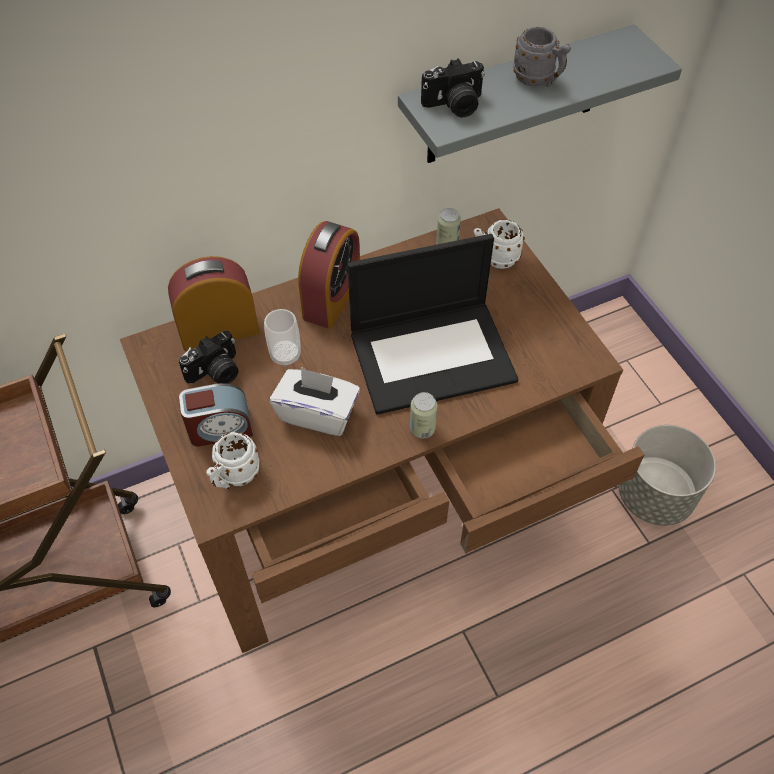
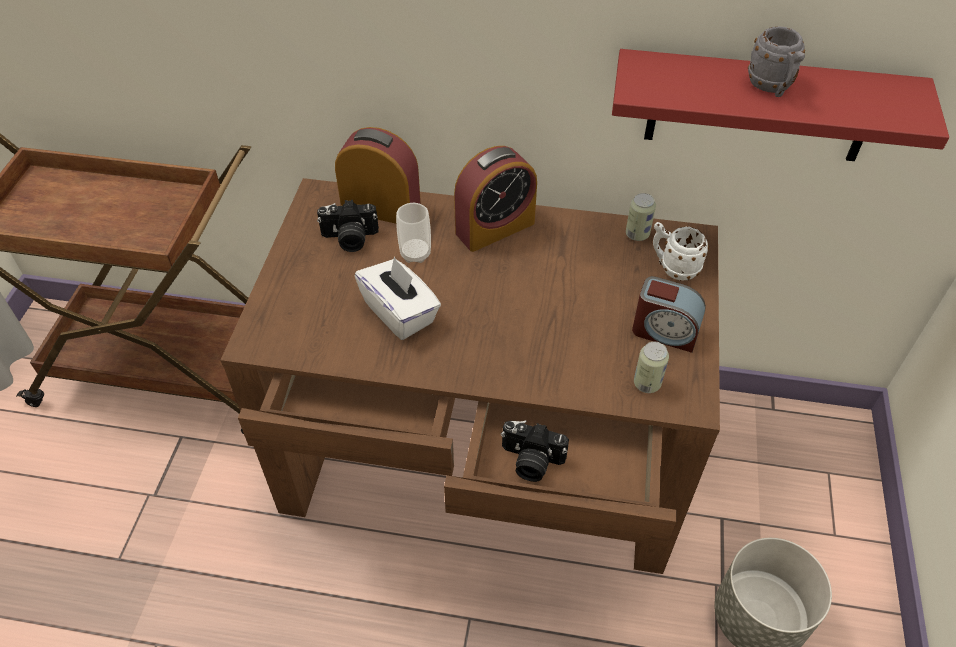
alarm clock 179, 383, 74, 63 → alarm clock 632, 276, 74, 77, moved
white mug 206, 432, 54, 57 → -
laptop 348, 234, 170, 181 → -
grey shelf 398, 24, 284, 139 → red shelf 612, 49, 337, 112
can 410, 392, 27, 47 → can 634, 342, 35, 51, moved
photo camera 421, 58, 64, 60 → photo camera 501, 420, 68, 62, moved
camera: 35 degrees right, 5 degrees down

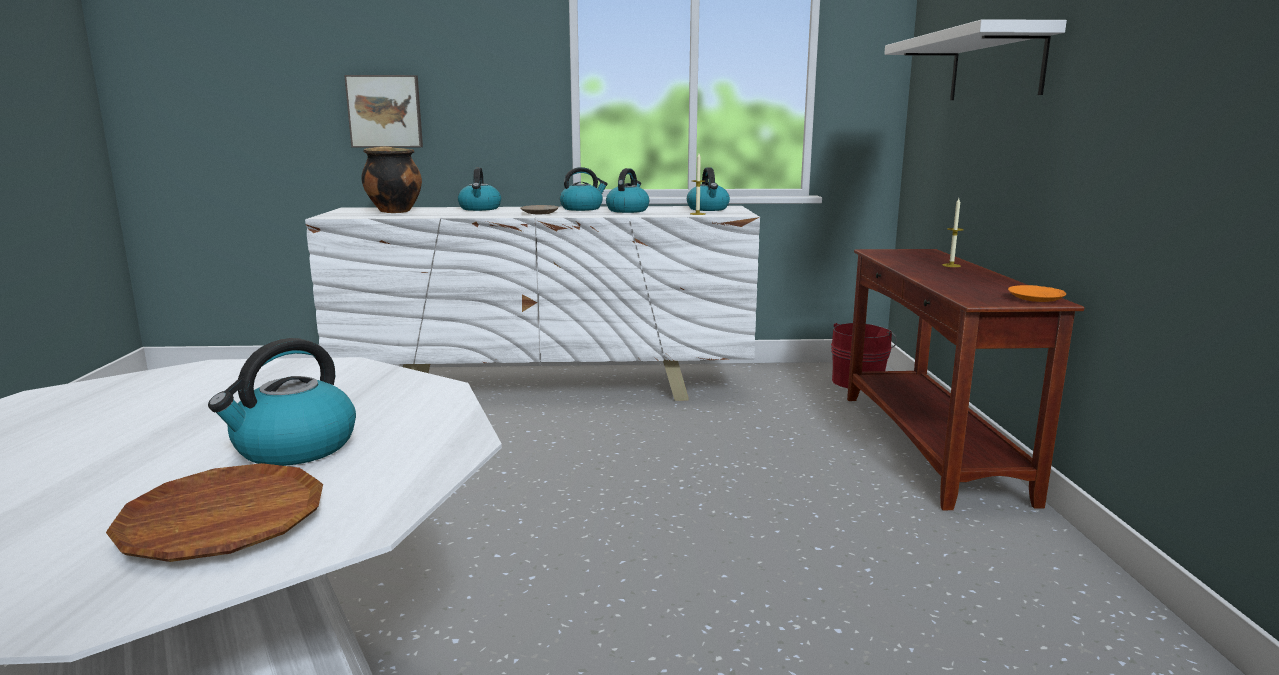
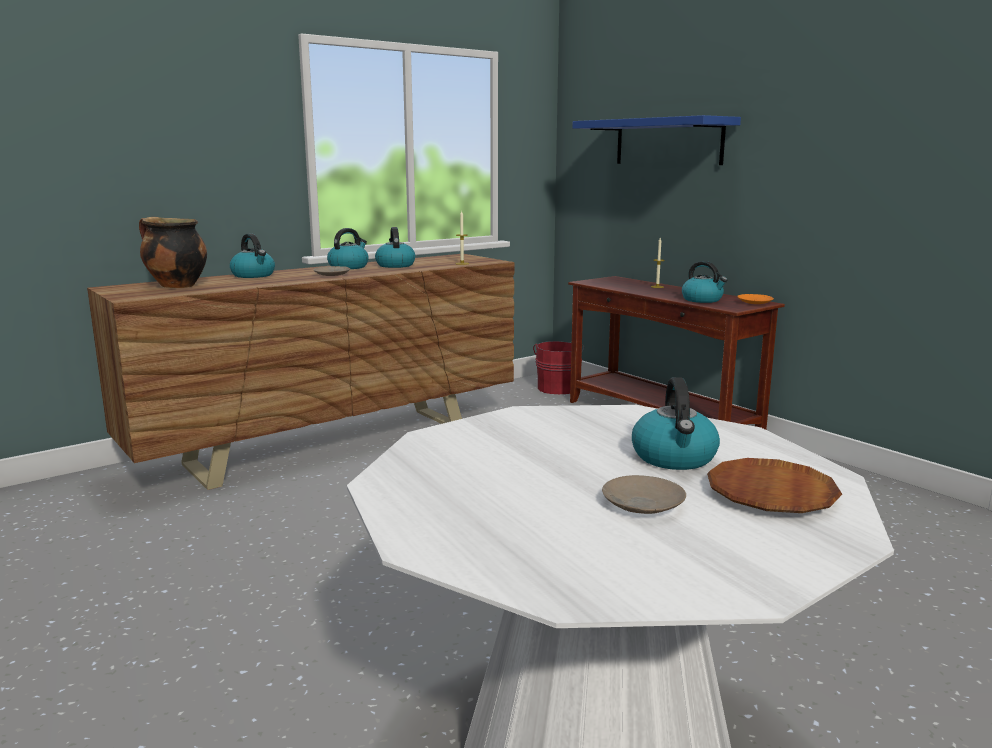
white cabinet 305, 206, 455, 195 → brown cabinet 87, 254, 428, 236
picture 344, 75, 79, 72 → -
kettle 687, 167, 43, 44 → kettle 682, 261, 46, 42, moved
white shelf 884, 19, 183, 81 → blue shelf 573, 115, 168, 50
- → beige plate 602, 475, 84, 39
camera: 35 degrees left, 0 degrees up

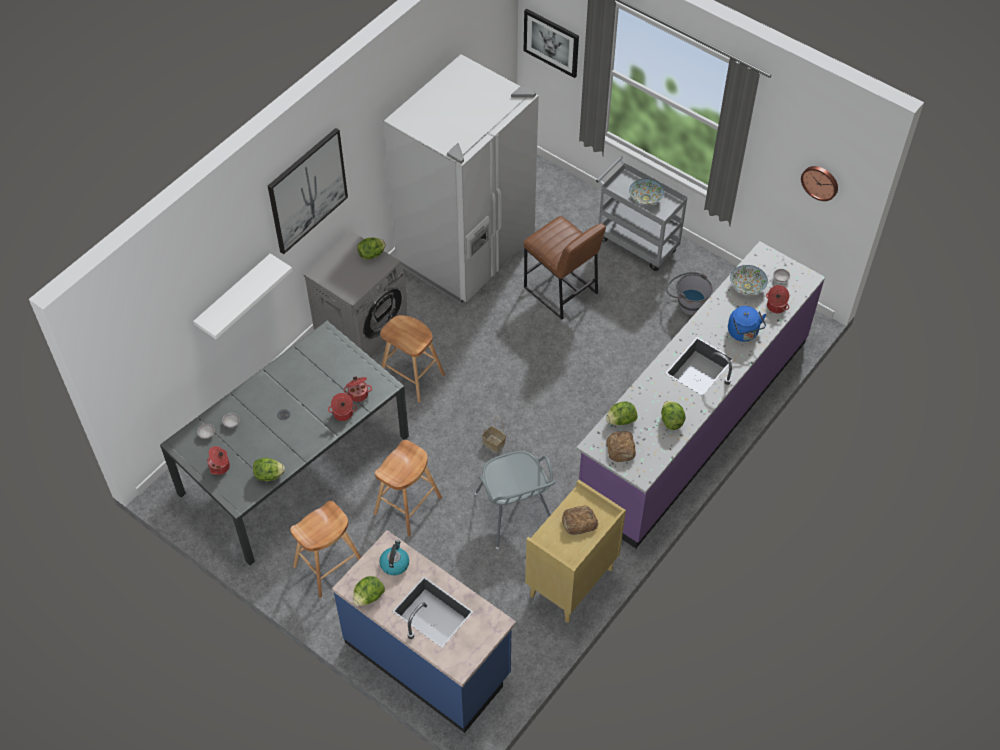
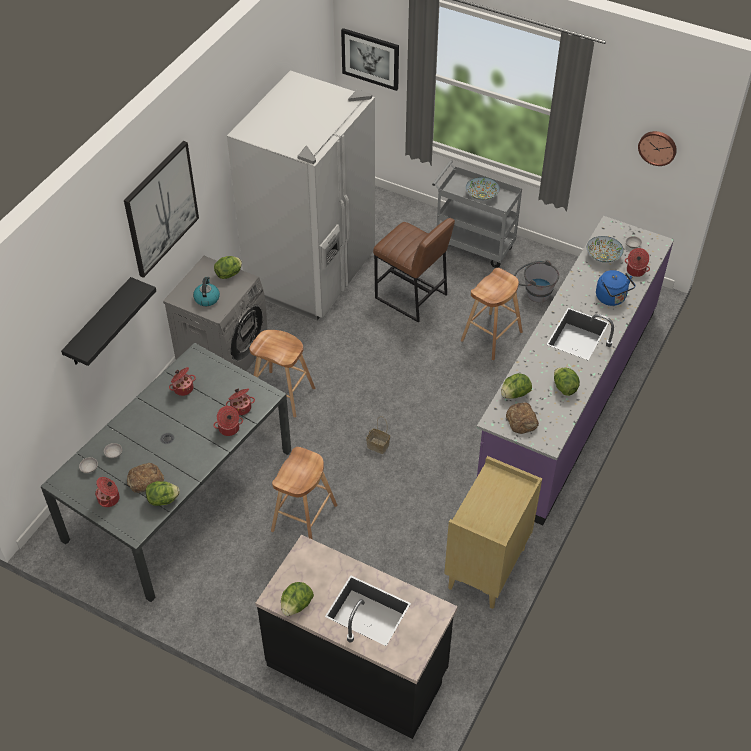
white shelf 193, 253, 100, 86 → black shelf 61, 277, 95, 89
brown stool 290, 501, 71, 97 → brown stool 461, 268, 62, 92, moved
blue counter 332, 530, 184, 203 → black counter 255, 535, 203, 204
kettle 379, 540, 30, 35 → kettle 193, 276, 27, 30, moved
grey chair 475, 451, 81, 99 → -
bread 562, 505, 36, 30 → bread 127, 463, 37, 30, moved
- → cooking pot 169, 367, 27, 29
camera: 10 degrees left, 5 degrees down

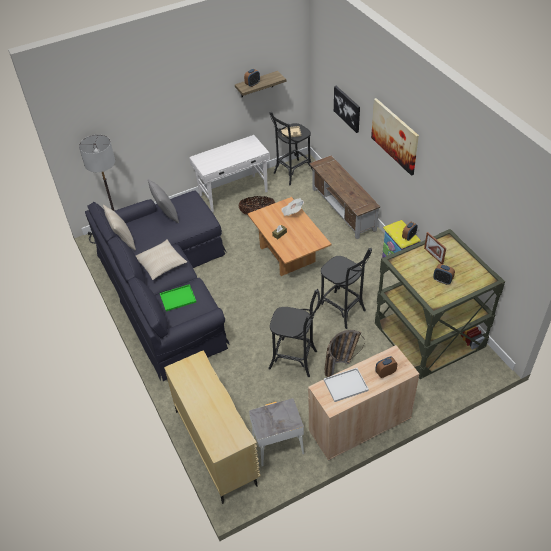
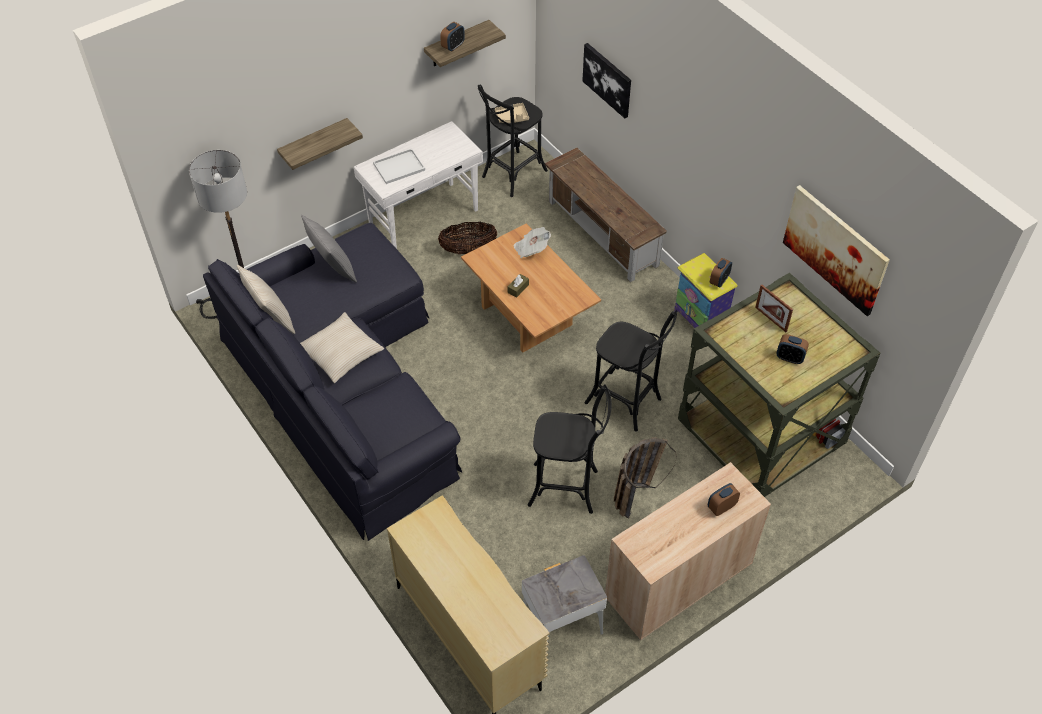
green tray 160, 284, 36, 28 → -
white tray 324, 368, 45, 34 → white tray 373, 148, 52, 36, moved
picture 371, 98, 48, 78 → picture 783, 185, 107, 131, moved
- → shelf 277, 118, 86, 52
camera: 10 degrees left, 5 degrees up

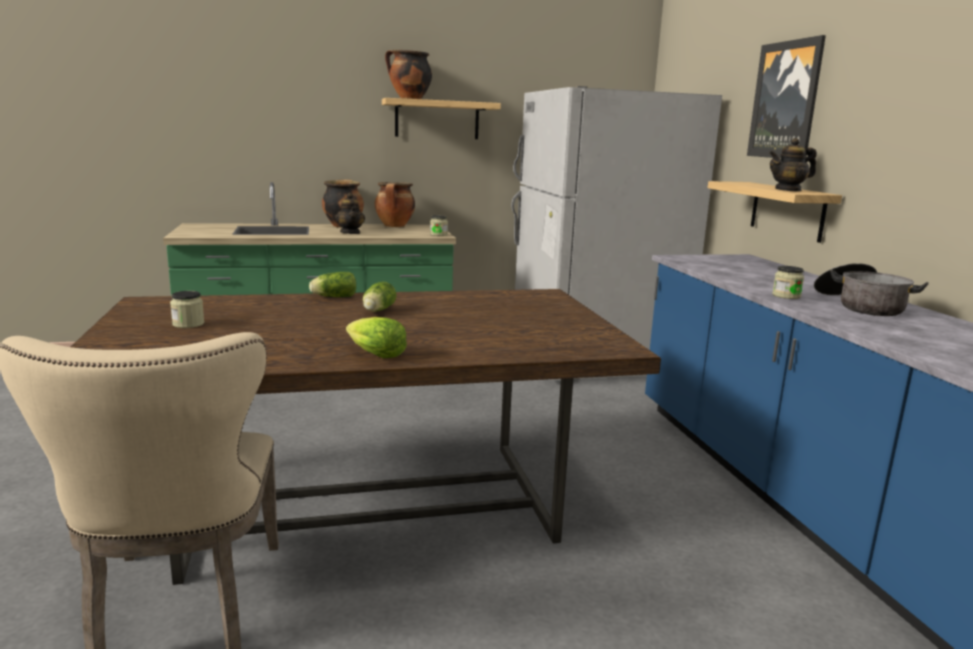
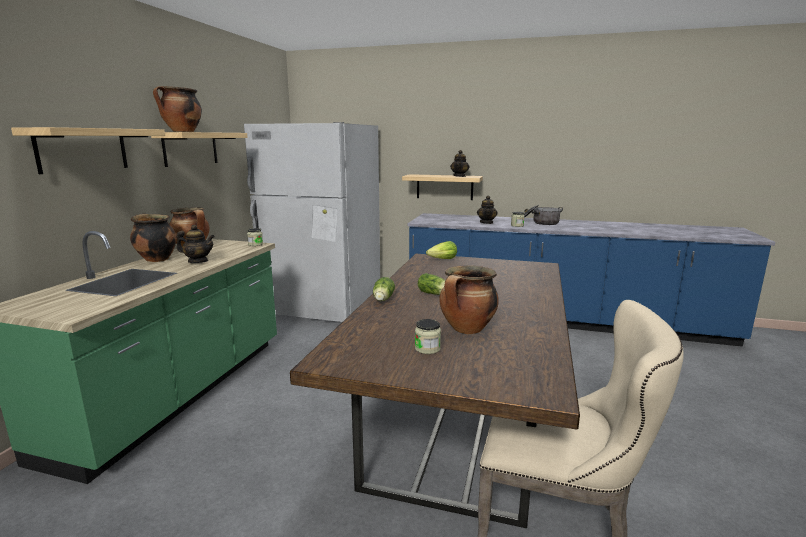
lettuce 346, 317, 61, 41 → lettuce 426, 241, 31, 18, moved
picture 747, 35, 79, 124 → -
- → shelf 11, 127, 154, 47
- → cooking pot 439, 265, 60, 69
- → teapot 477, 196, 21, 28
camera: 60 degrees left, 0 degrees up

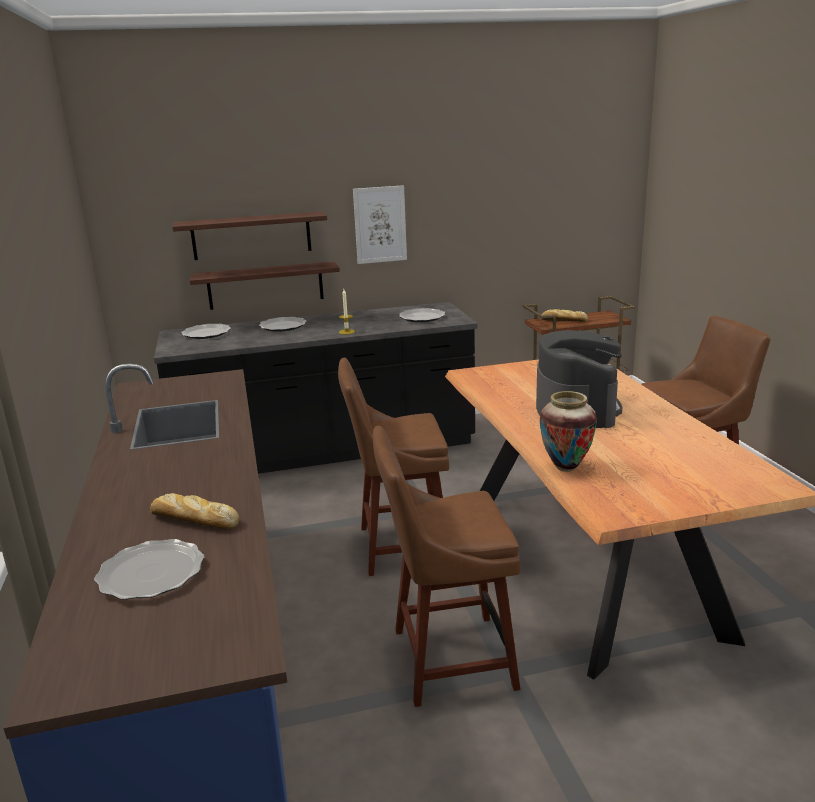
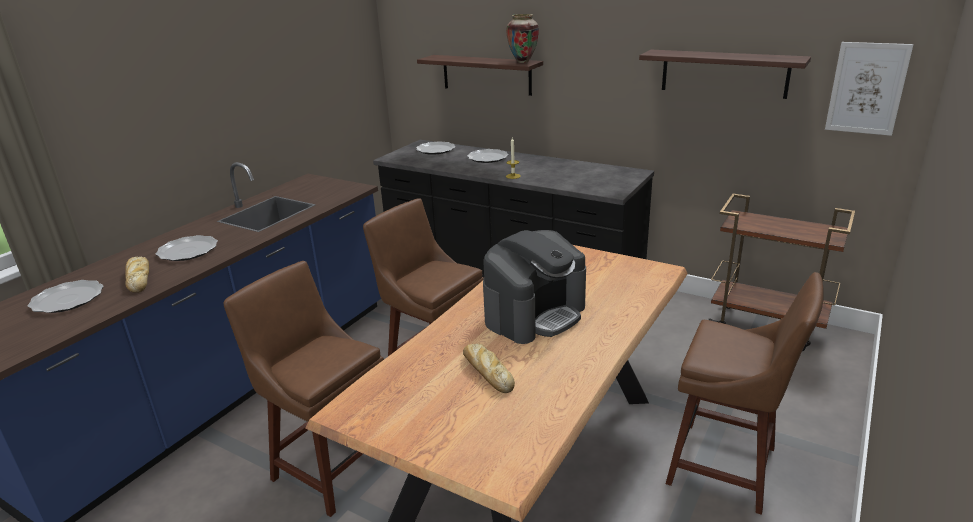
shelf 190, 261, 150, 49 → shelf 639, 50, 172, 49, moved
picture 353, 185, 54, 79 → picture 825, 42, 88, 94, moved
plate 399, 308, 46, 14 → plate 156, 235, 62, 26, moved
vase 540, 391, 57, 81 → vase 506, 14, 33, 49, moved
bread 542, 309, 46, 13 → bread 463, 343, 52, 50, moved
camera: 45 degrees right, 5 degrees up

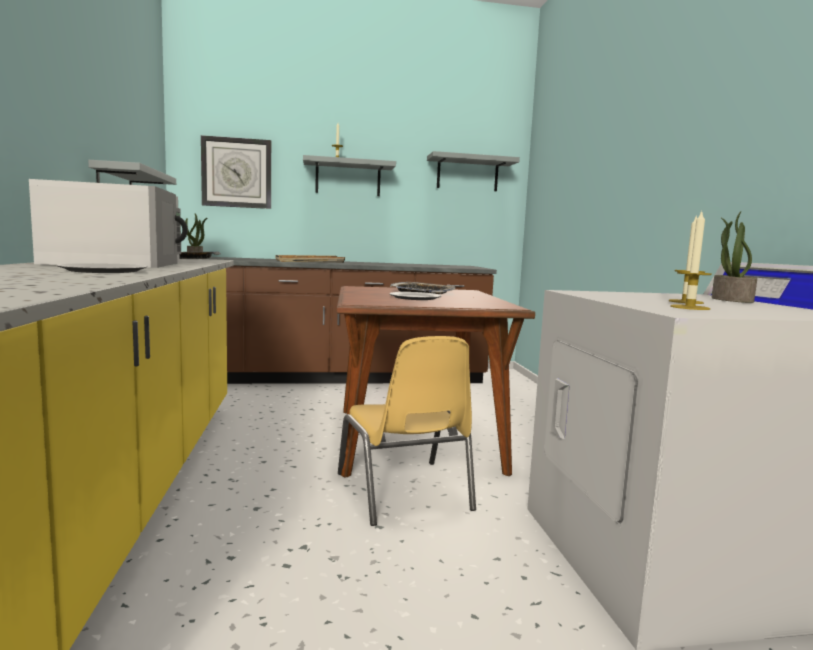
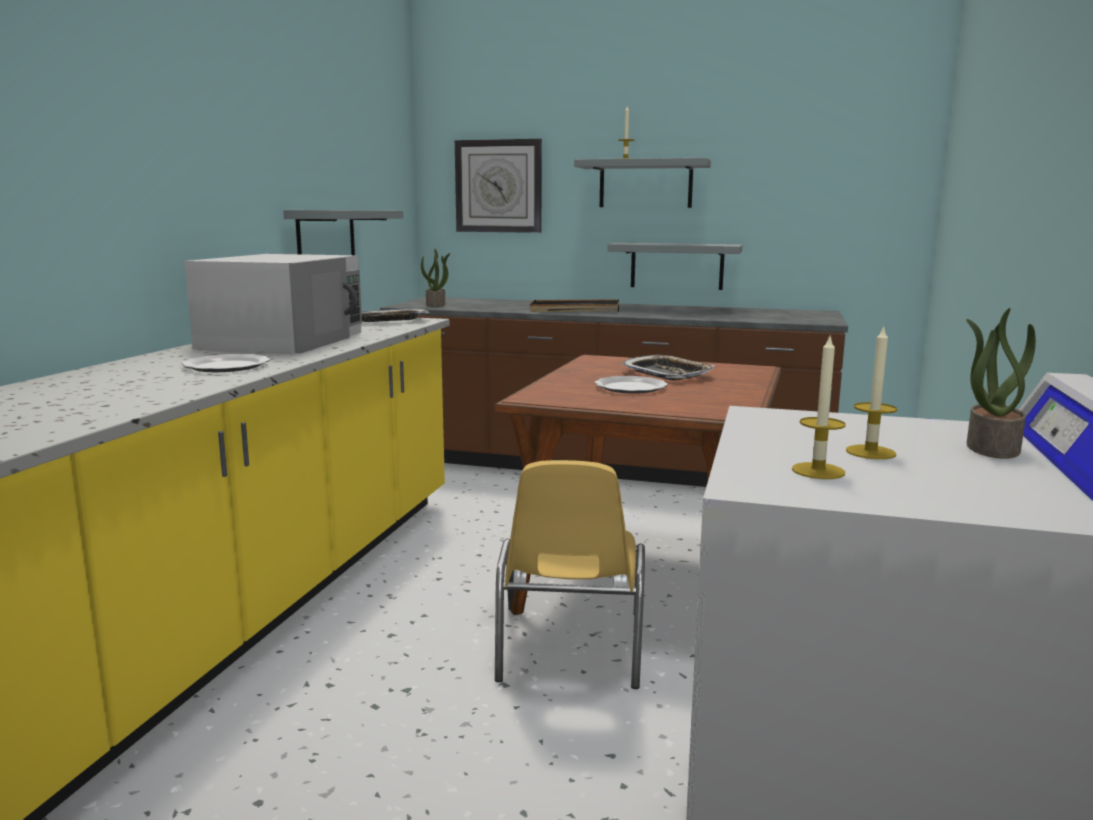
grey shelf 427, 151, 93, 40 → grey shelf 607, 243, 135, 47, moved
camera: 25 degrees right, 5 degrees up

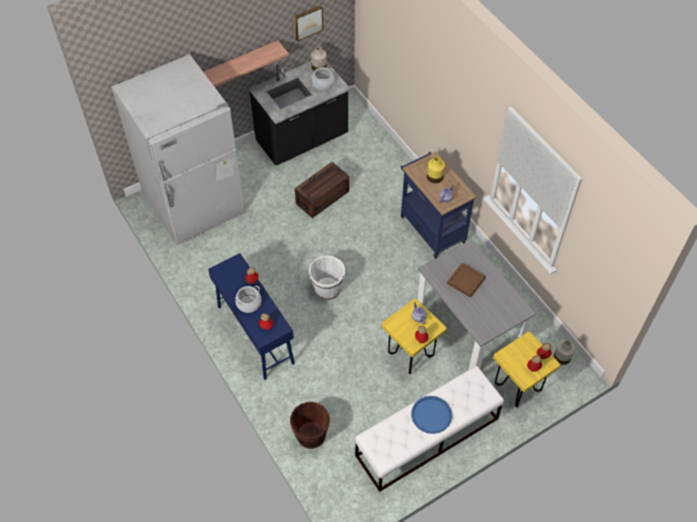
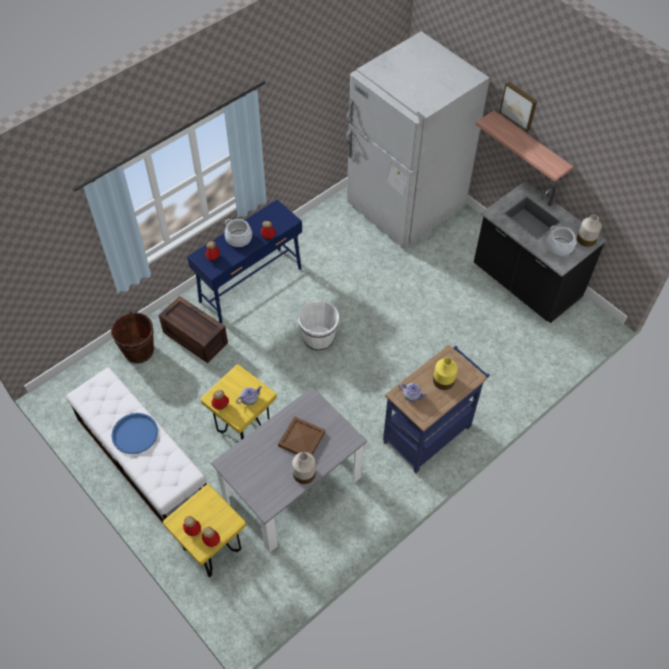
picture 294, 5, 29, 36 → picture 500, 82, 37, 49, moved
crate 295, 162, 54, 56 → crate 158, 296, 70, 67, moved
beige vase 554, 340, 21, 25 → beige vase 292, 452, 24, 32, moved
camera: 80 degrees right, 0 degrees up

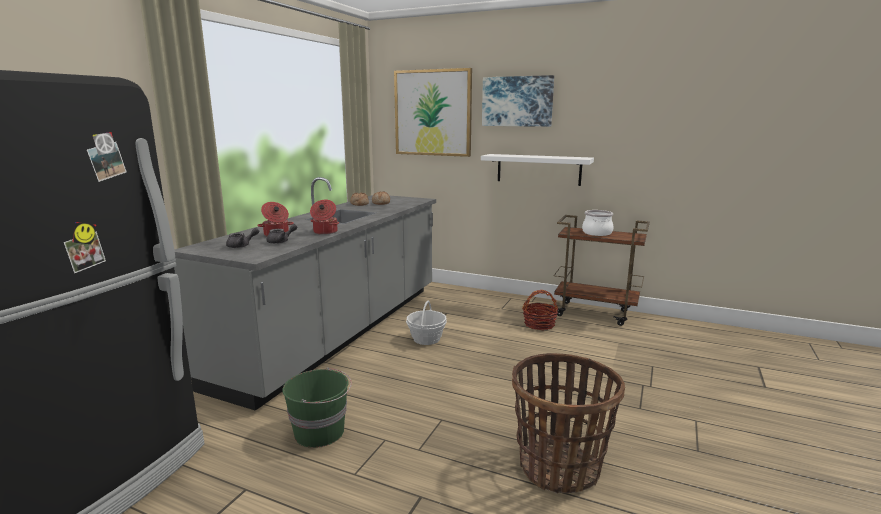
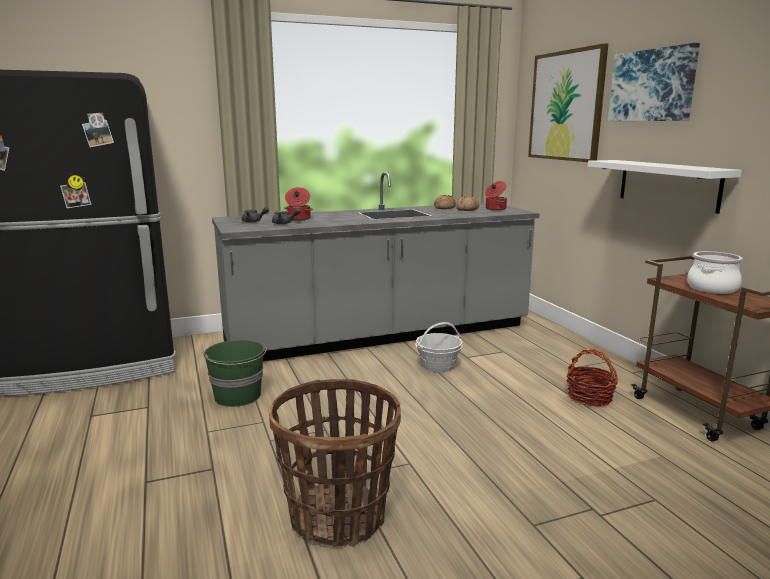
cooking pot 310, 200, 29, 35 → cooking pot 485, 181, 22, 29, moved
camera: 45 degrees right, 0 degrees up

